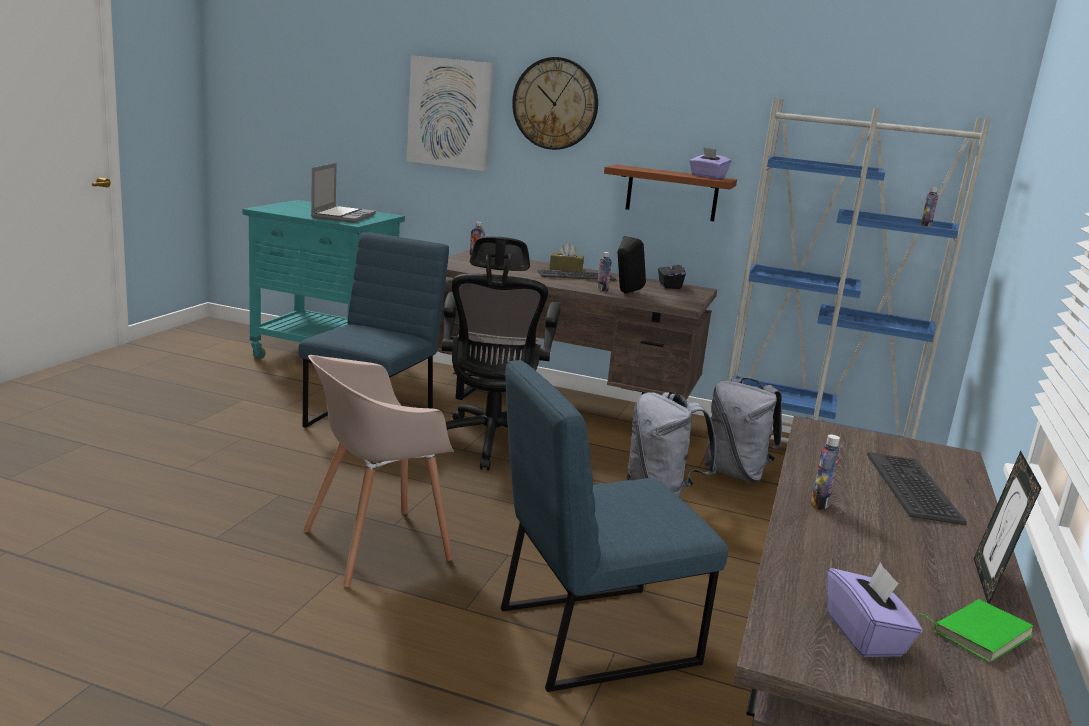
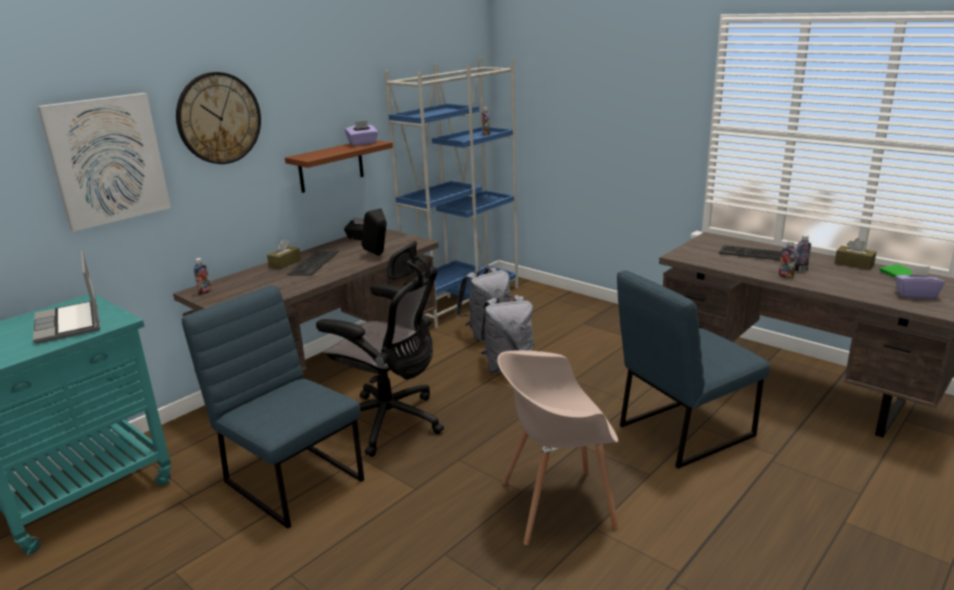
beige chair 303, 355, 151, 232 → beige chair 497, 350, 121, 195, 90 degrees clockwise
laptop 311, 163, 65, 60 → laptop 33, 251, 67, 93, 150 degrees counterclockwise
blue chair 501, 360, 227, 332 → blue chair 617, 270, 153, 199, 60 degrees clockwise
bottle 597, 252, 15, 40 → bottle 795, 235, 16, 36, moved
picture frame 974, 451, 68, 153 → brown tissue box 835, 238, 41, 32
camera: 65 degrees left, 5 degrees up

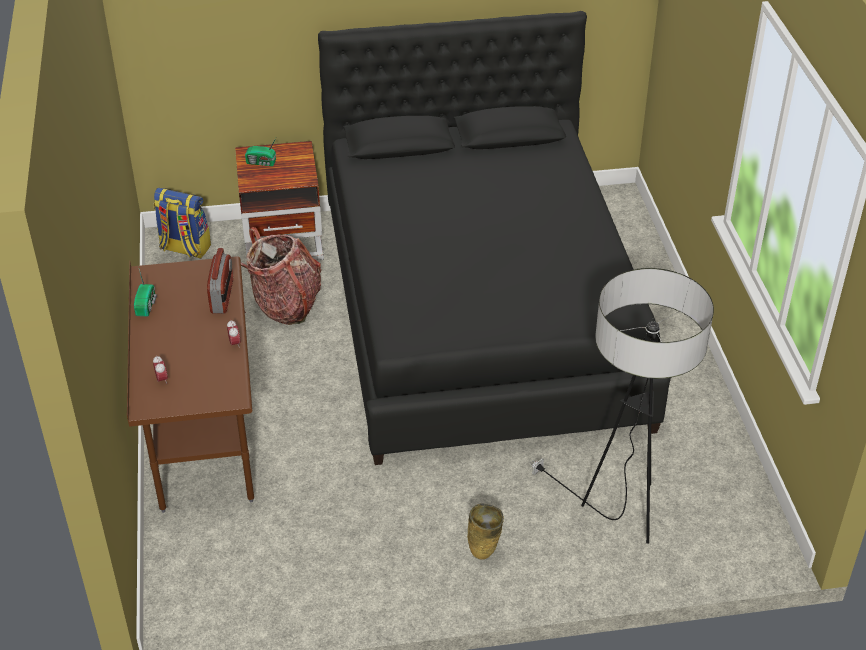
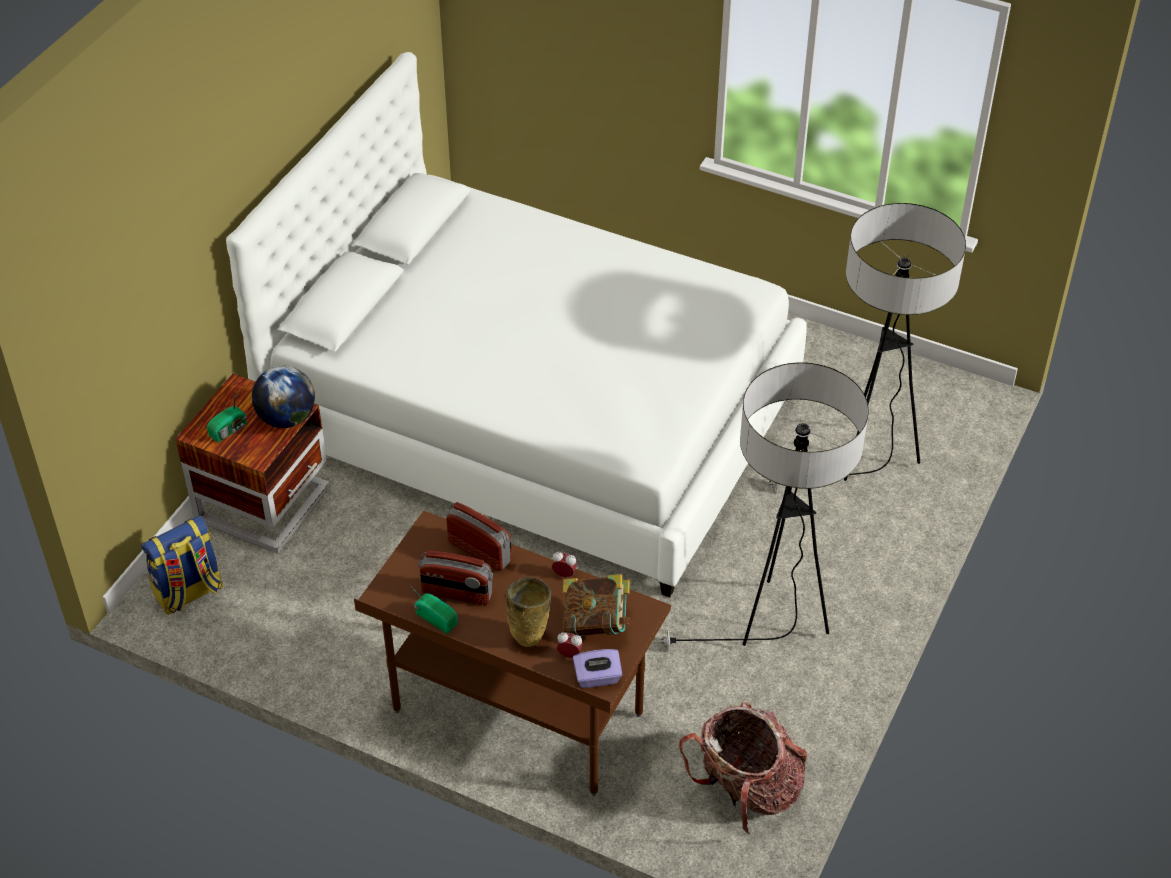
backpack 241, 227, 81, 98 → backpack 679, 702, 128, 133, moved
black bed 318, 11, 353, 454 → white bed 226, 52, 581, 545
beige vase 467, 503, 37, 56 → beige vase 506, 577, 45, 70, moved
- → globe 252, 366, 63, 62
- → radio 418, 550, 75, 55
- → book 563, 574, 67, 63
- → purple tissue box 573, 649, 49, 39
- → floor lamp 657, 362, 212, 290
camera: 55 degrees left, 5 degrees up

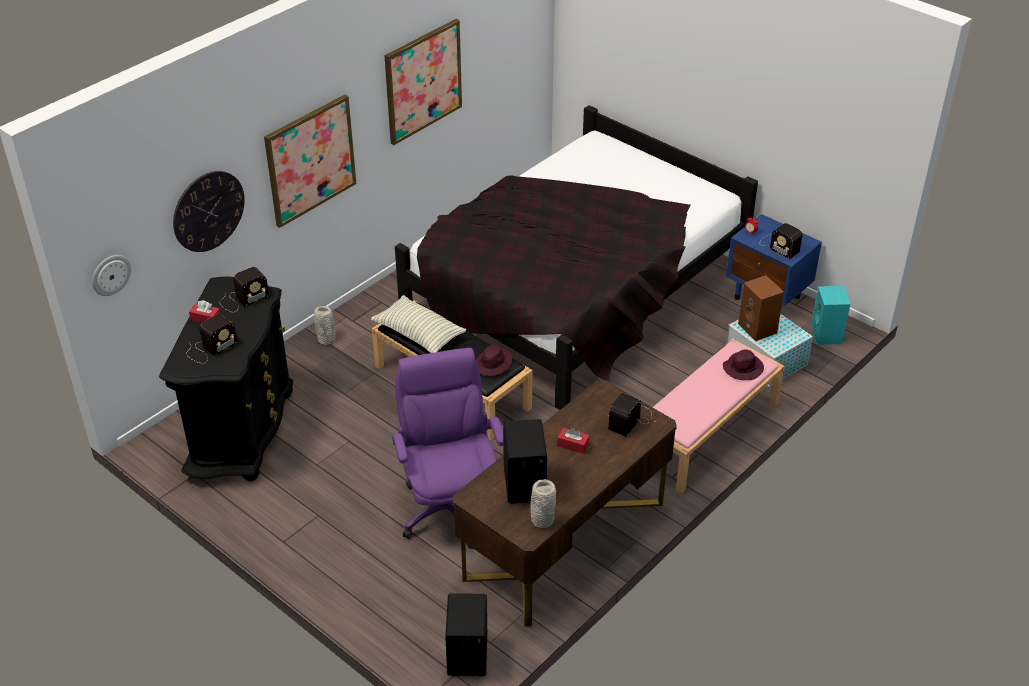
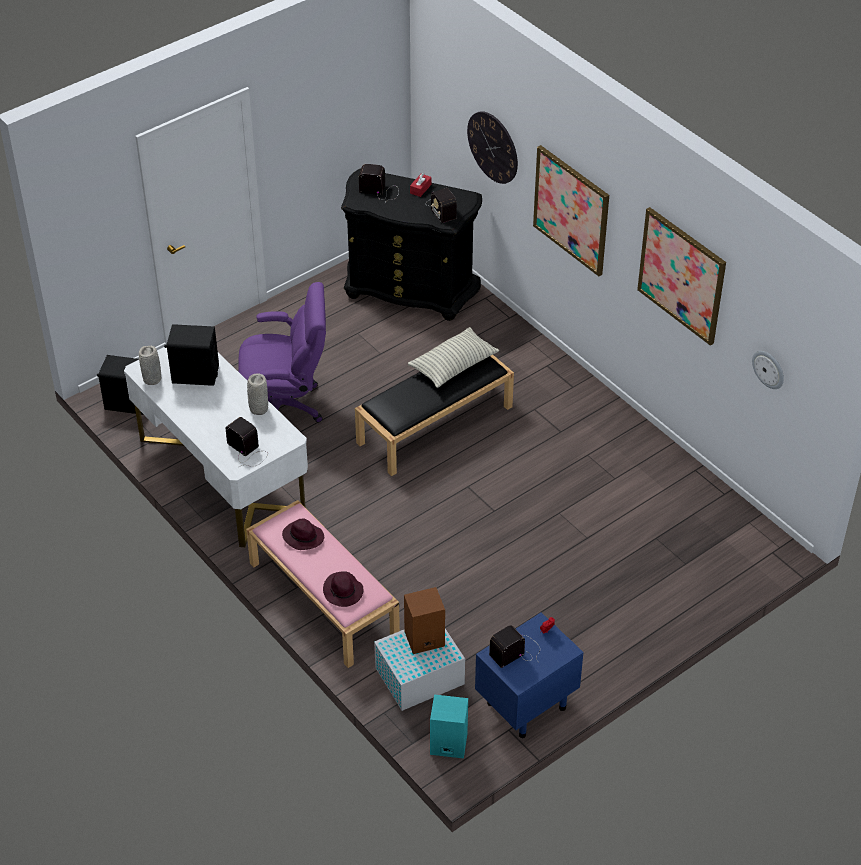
wall clock 92, 255, 39, 41 → wall clock 752, 351, 32, 38, moved
radio 186, 314, 52, 49 → radio 359, 164, 40, 40, 135 degrees clockwise
grey vase 314, 306, 22, 39 → grey vase 247, 373, 21, 42, moved
black bed 395, 105, 363, 305 → -
brown desk 452, 380, 225, 246 → white desk 124, 347, 184, 200
purple hat 476, 345, 36, 31 → purple hat 282, 518, 42, 32, moved
red tissue box 557, 428, 33, 26 → -
camera: 100 degrees right, 5 degrees up

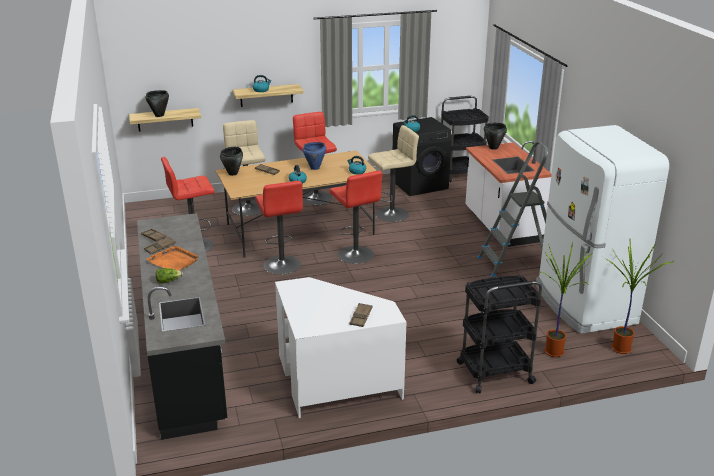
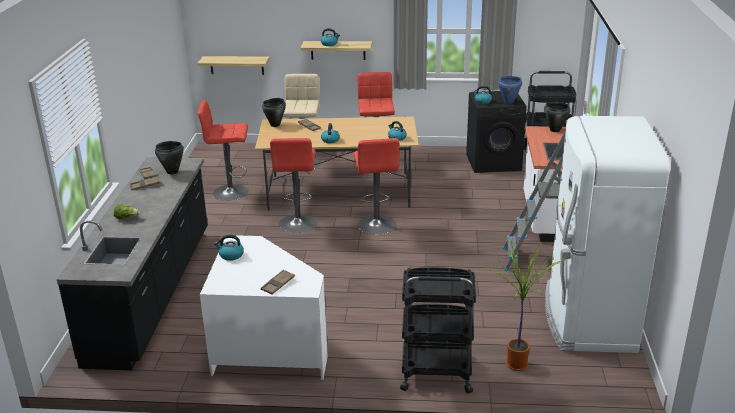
black cooking pot 145, 90, 24, 27 → black cooking pot 155, 141, 29, 33, moved
orange tray 146, 245, 53, 26 → -
blue cooking pot 303, 142, 23, 28 → blue cooking pot 498, 76, 24, 28, moved
beige stool 368, 125, 51, 97 → -
potted plant 606, 240, 69, 114 → -
- → kettle 214, 234, 30, 27
camera: 20 degrees right, 0 degrees up

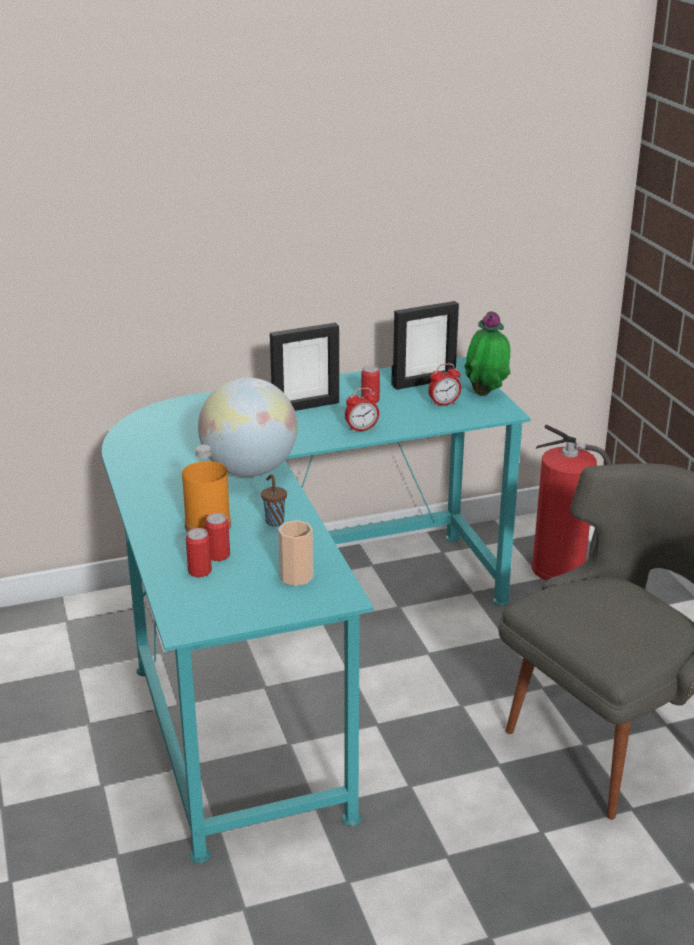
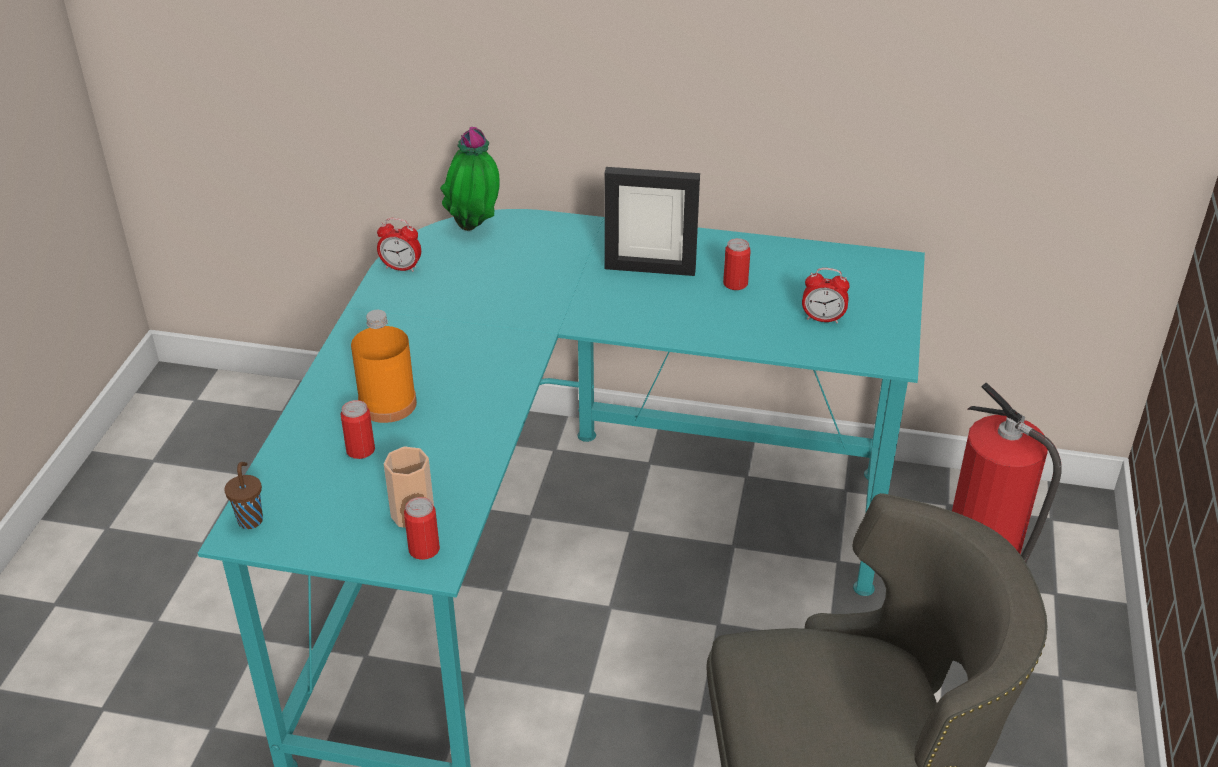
can 186, 528, 26, 49 → can 404, 497, 36, 63, moved
globe 198, 377, 99, 100 → -
brown cup 261, 474, 26, 52 → brown cup 224, 462, 39, 67, moved
alarm clock 345, 388, 34, 44 → alarm clock 377, 218, 44, 54, moved
picture frame 391, 301, 68, 89 → -
potted plant 464, 311, 47, 85 → potted plant 440, 127, 60, 104, moved
camera: 30 degrees right, 10 degrees up

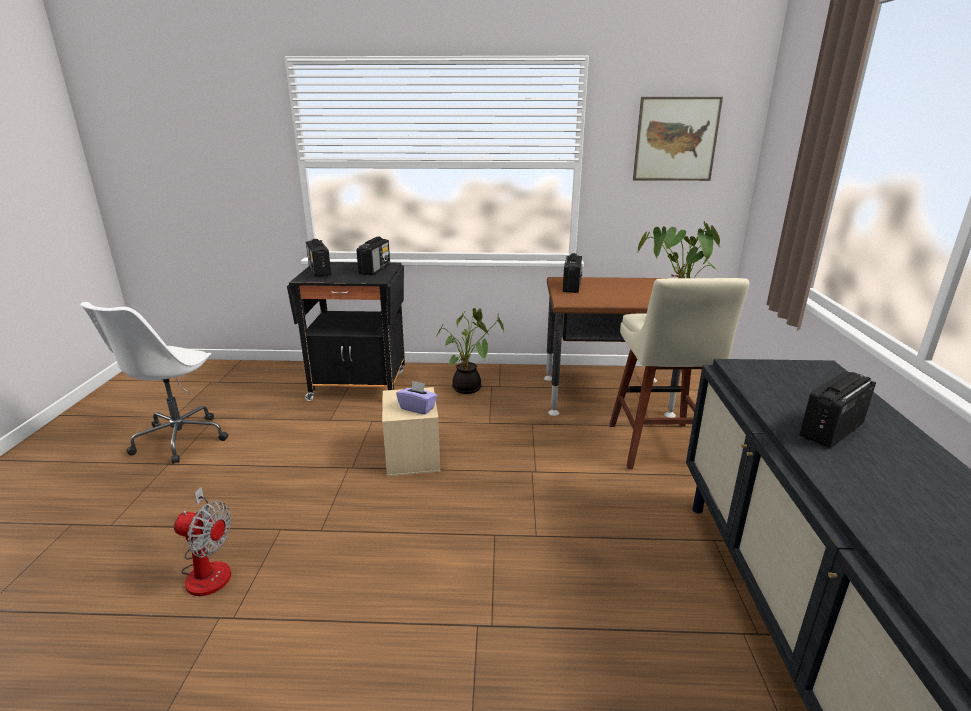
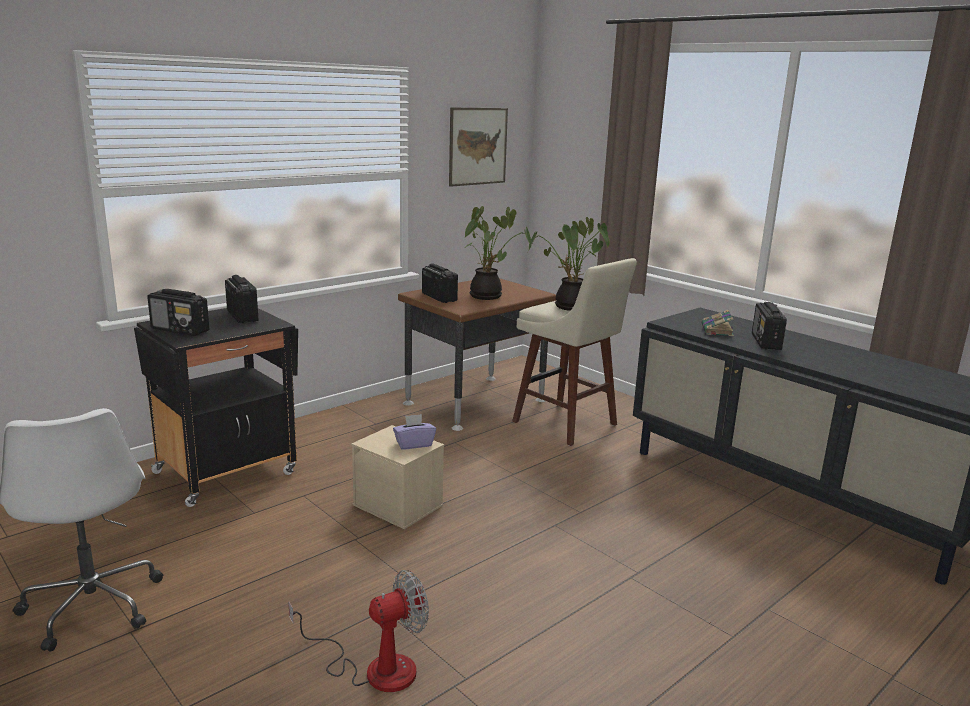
potted plant 437, 308, 67, 86 → potted plant 464, 206, 67, 94, moved
- → book 702, 310, 32, 27
camera: 45 degrees left, 5 degrees down

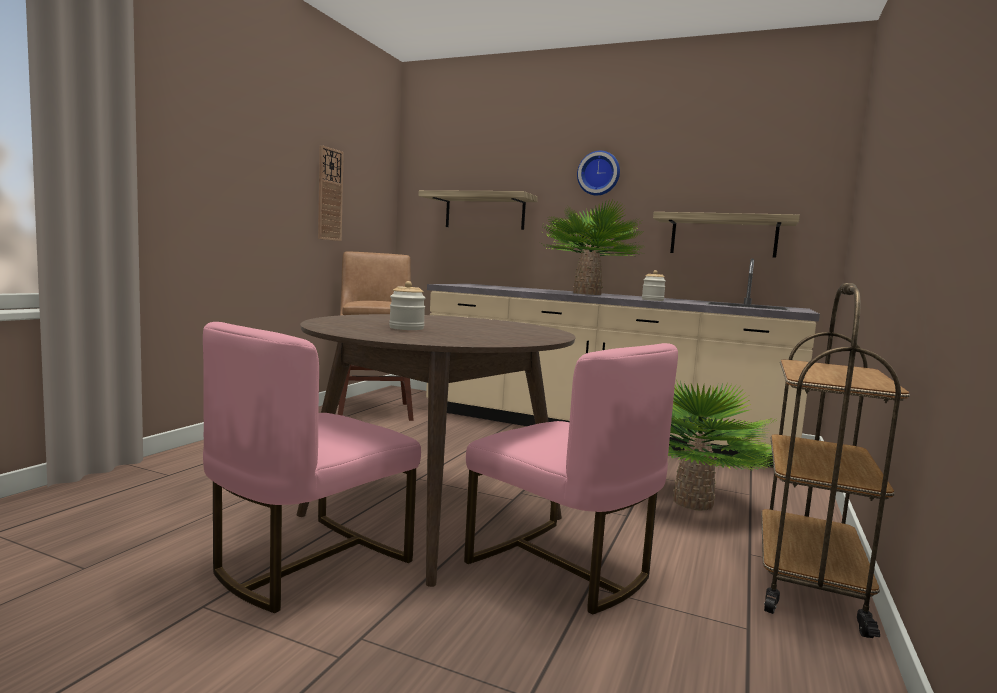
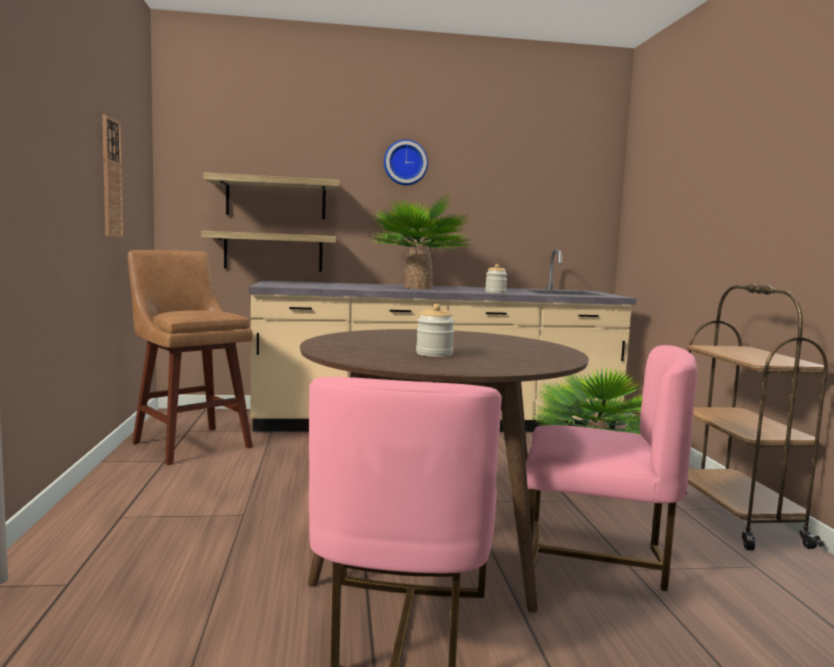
shelf 653, 212, 147, 46 → shelf 201, 231, 135, 41, moved
camera: 30 degrees left, 0 degrees up

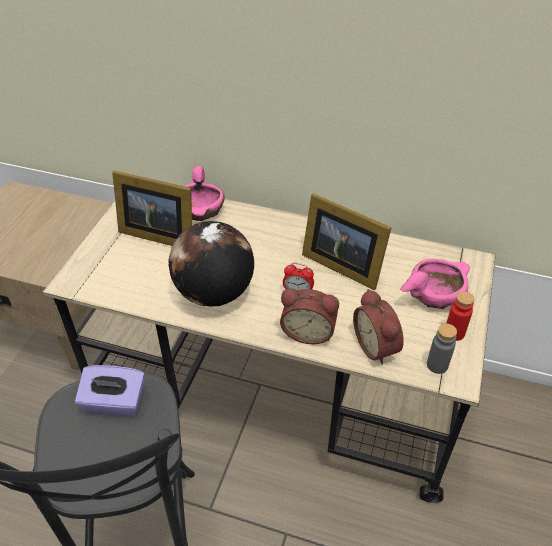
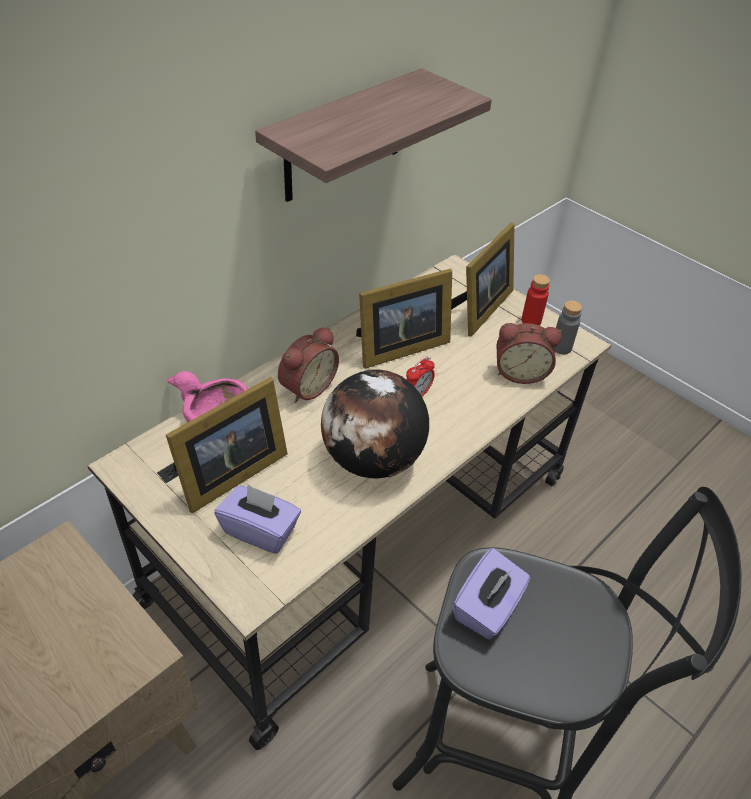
alarm clock 280, 288, 59, 56 → alarm clock 278, 327, 61, 76, moved
pink bowl 400, 259, 70, 50 → picture frame 451, 223, 63, 113
- → purple tissue box 214, 484, 87, 70
- → shelf 255, 68, 237, 134
camera: 65 degrees left, 0 degrees up

